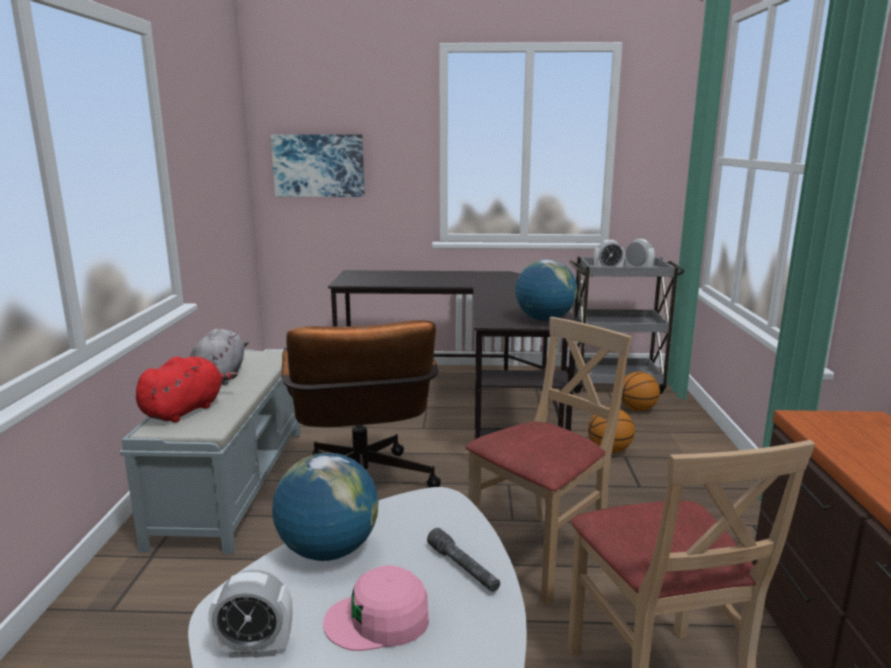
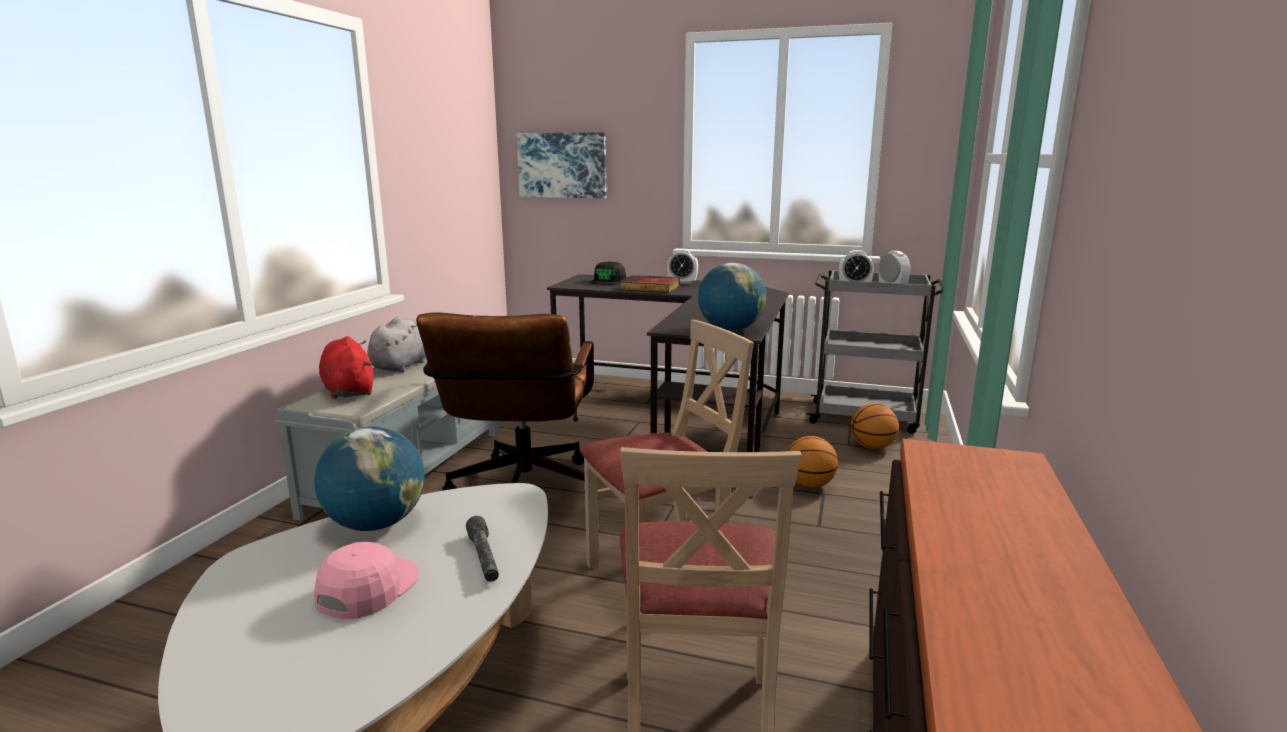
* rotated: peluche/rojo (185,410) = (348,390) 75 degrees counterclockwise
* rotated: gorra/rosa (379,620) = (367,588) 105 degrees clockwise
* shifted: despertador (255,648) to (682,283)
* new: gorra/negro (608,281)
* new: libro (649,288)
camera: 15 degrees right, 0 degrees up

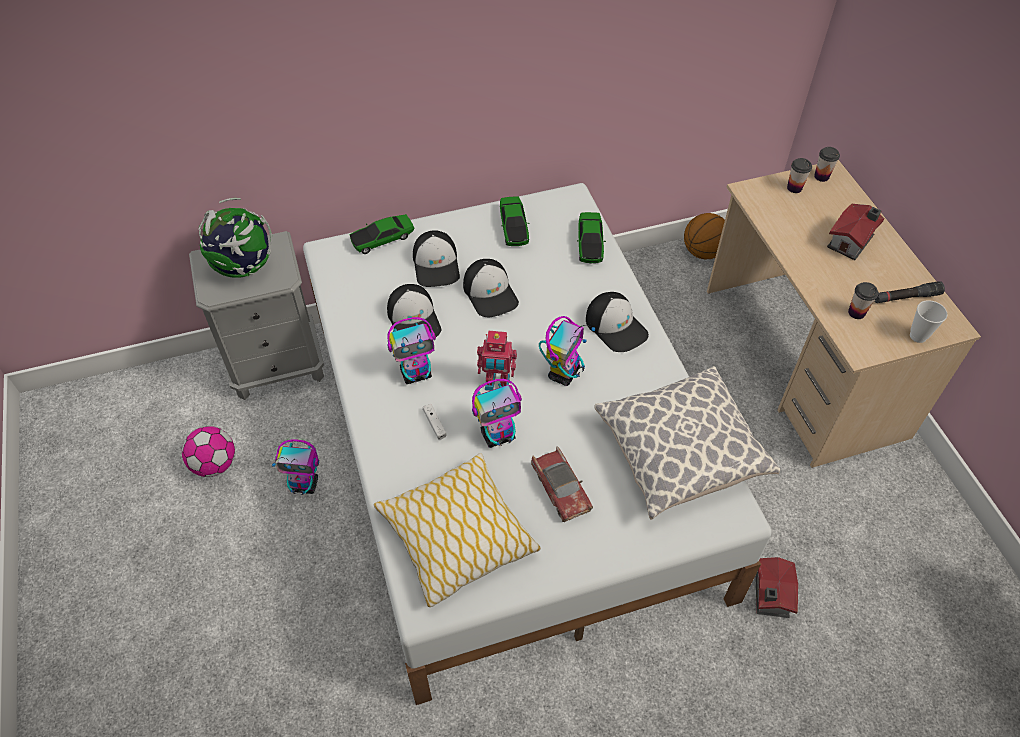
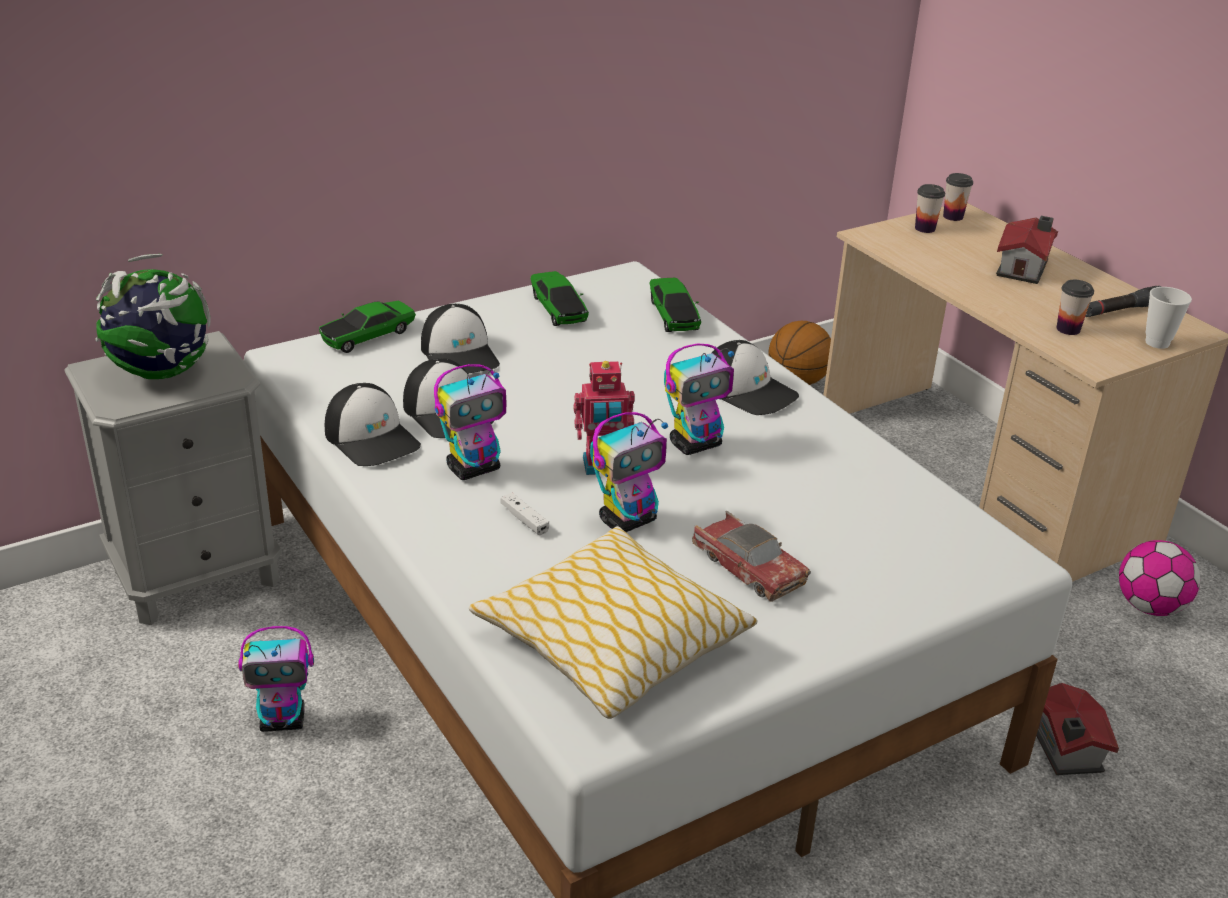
* shifted: gorra (490,293) to (372,438)
* rotated: robot de juguete (564,373) = (696,444) 45 degrees clockwise
* gone: cojín (680,454)
* shifted: balón de fútbol (215,464) to (1149,607)
camera: 15 degrees left, 20 degrees down

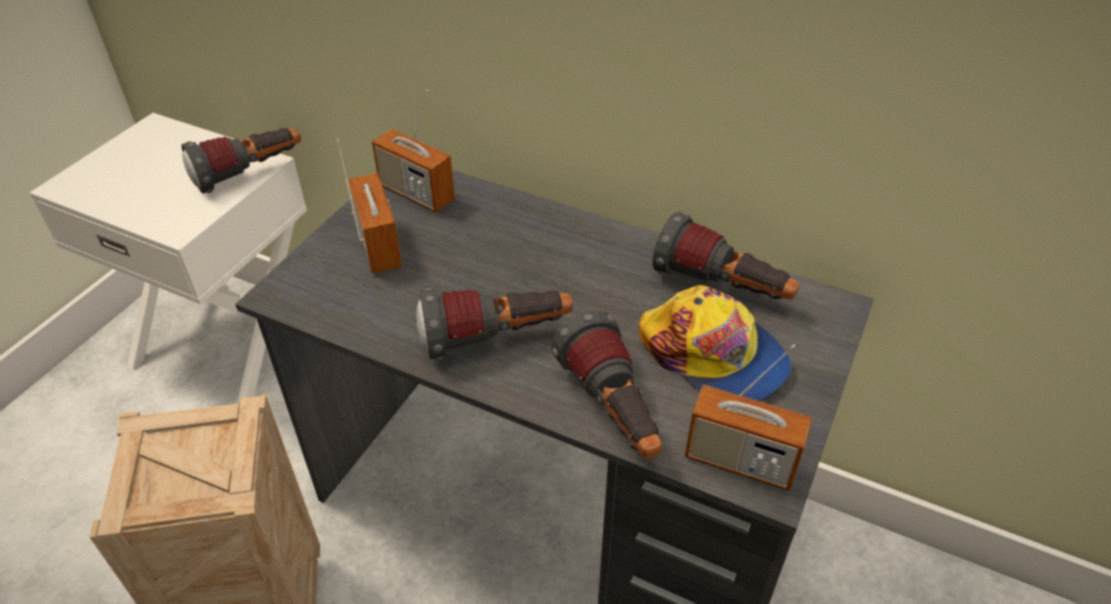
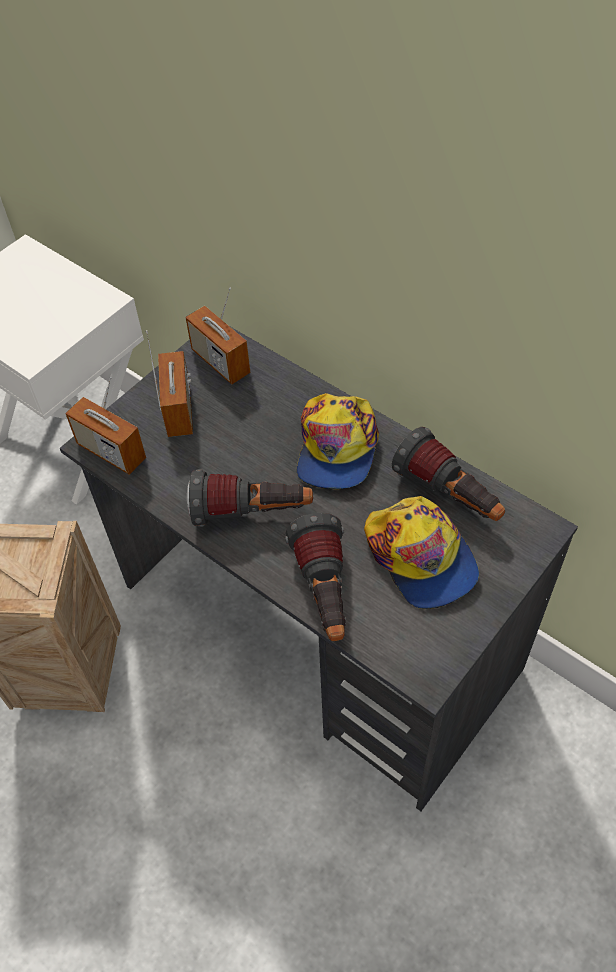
* gone: linterna (250,174)
* shifted: radio (740,461) to (111,452)
* new: gorra (336,448)
camera: 15 degrees right, 10 degrees up

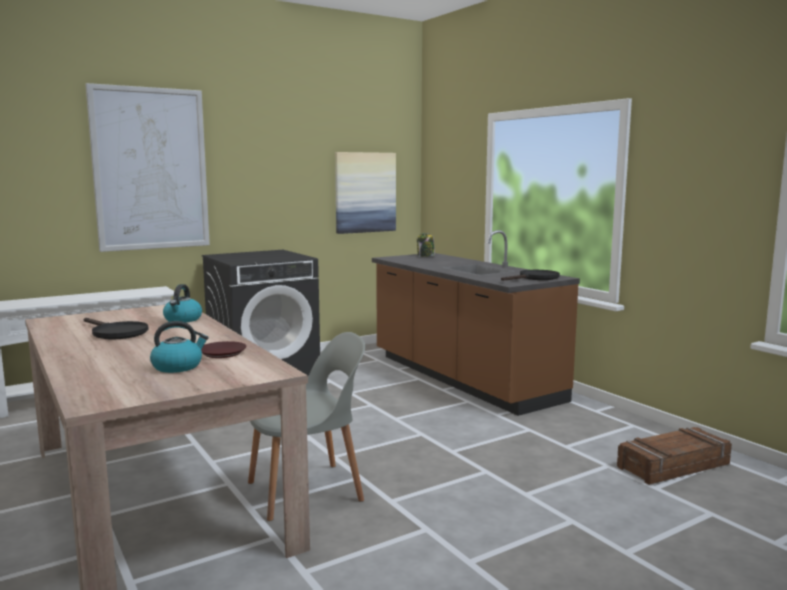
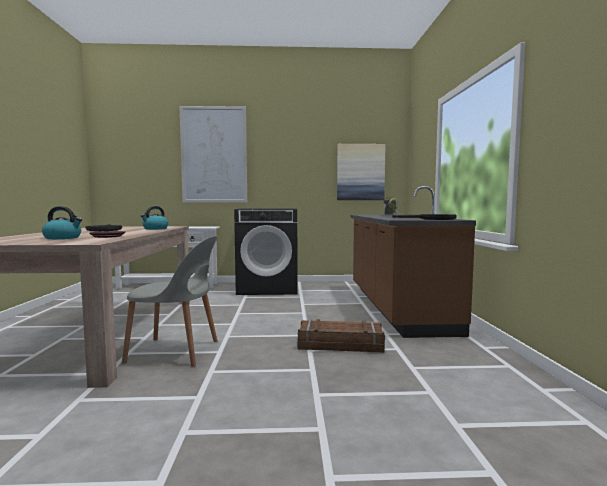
* shifted: caja de embalaje (672,465) to (340,345)
camera: 30 degrees right, 5 degrees down

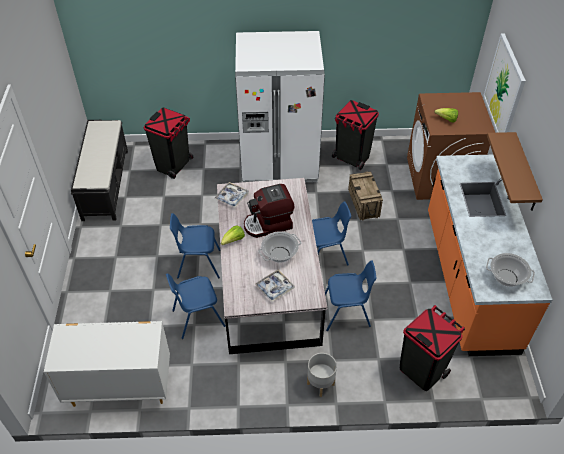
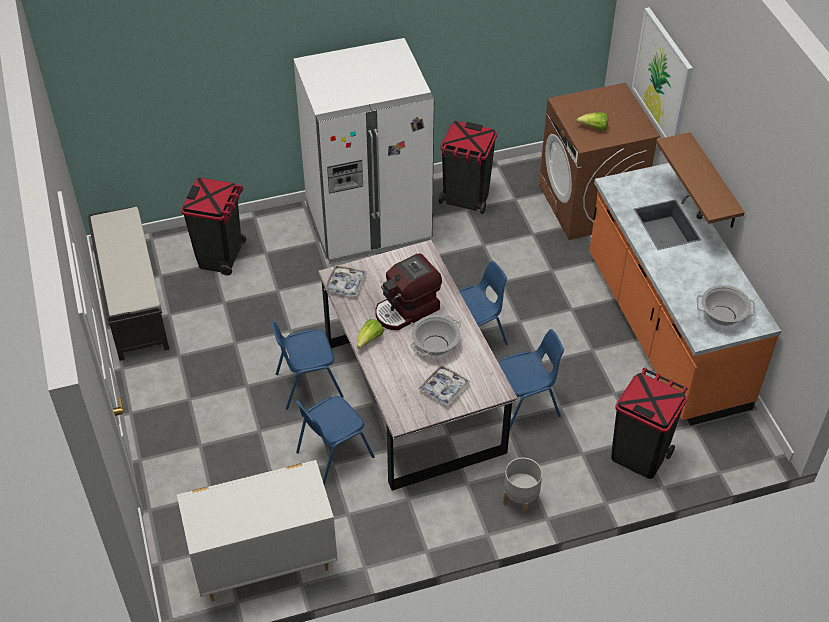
* gone: caja de embalaje (364,203)
camera: 15 degrees left, 0 degrees up

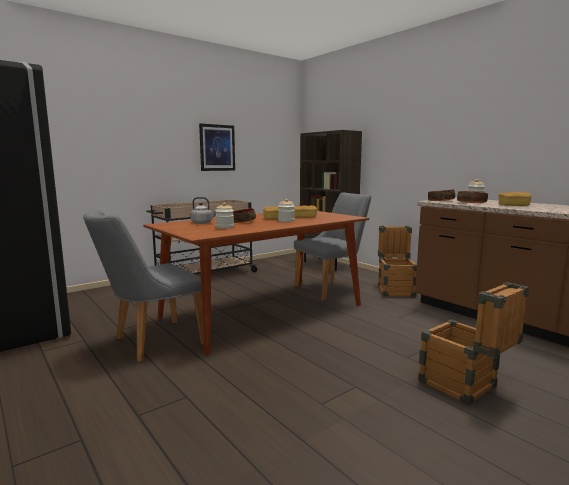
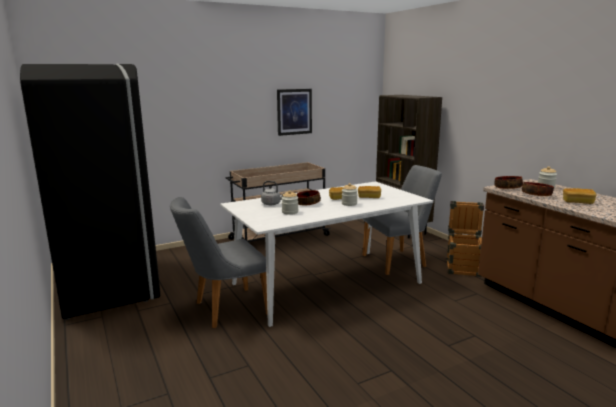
* repainted: mesa de comedor/marrón (263,311) to mesa de comedor/blanco (327,283)
* gone: caja de embalaje (465,388)
camera: 10 degrees right, 5 degrees up

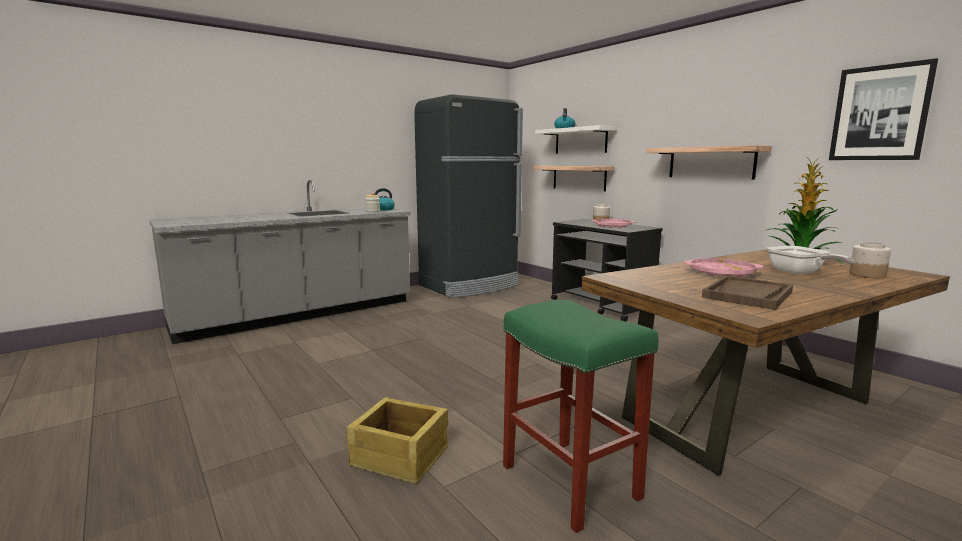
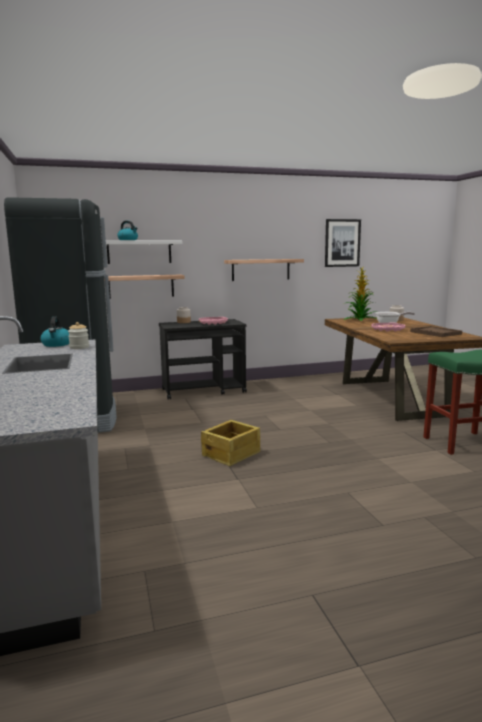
* shifted: caja de embalaje (400,457) to (231,454)
camera: 70 degrees left, 0 degrees up

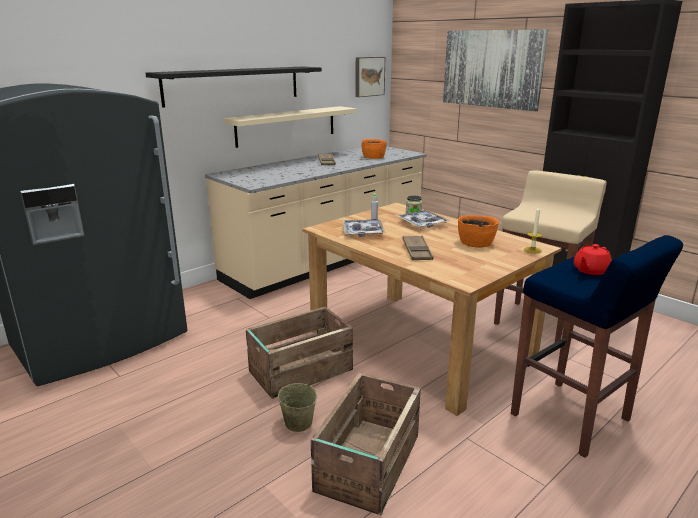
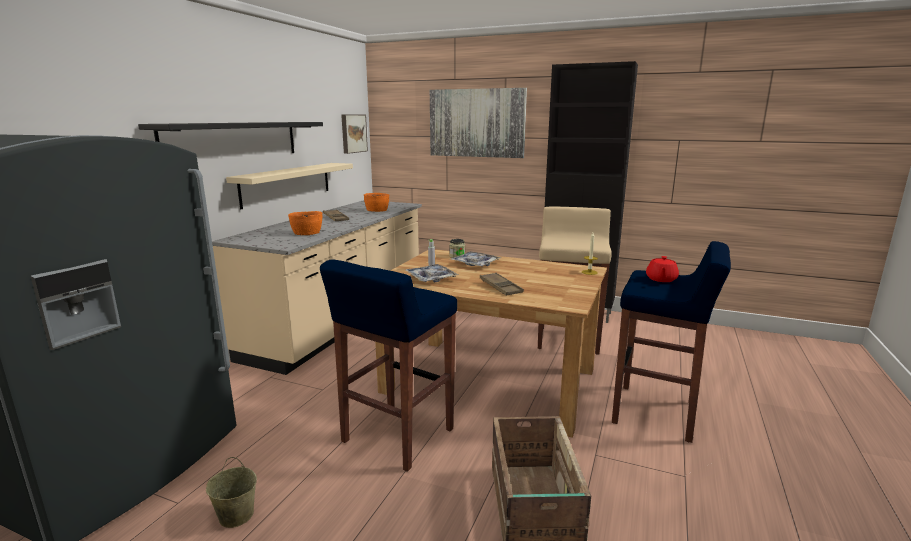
* shifted: cuenco/naranja (475,243) to (306,233)
* swapped: caja de embalaje (299,371) to taburete/azul (396,436)
* shifted: cubo/beis (298,422) to (236,515)
camera: 25 degrees left, 5 degrees down

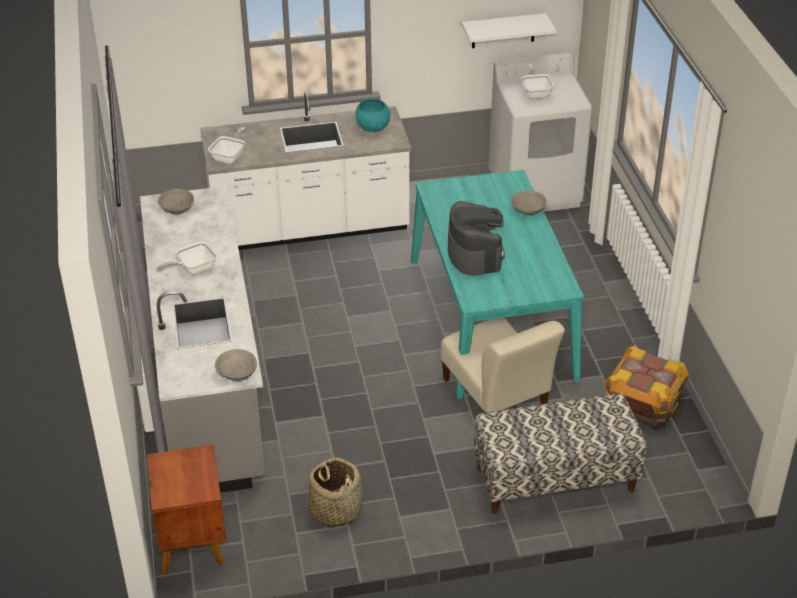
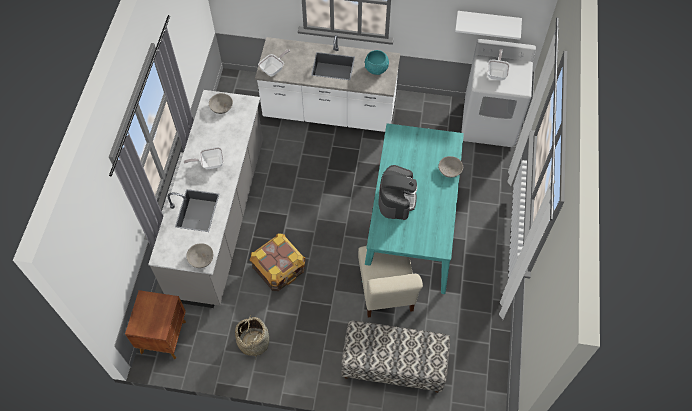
* shifted: caja de embalaje (643,402) to (278,268)
camera: 20 degrees right, 20 degrees up

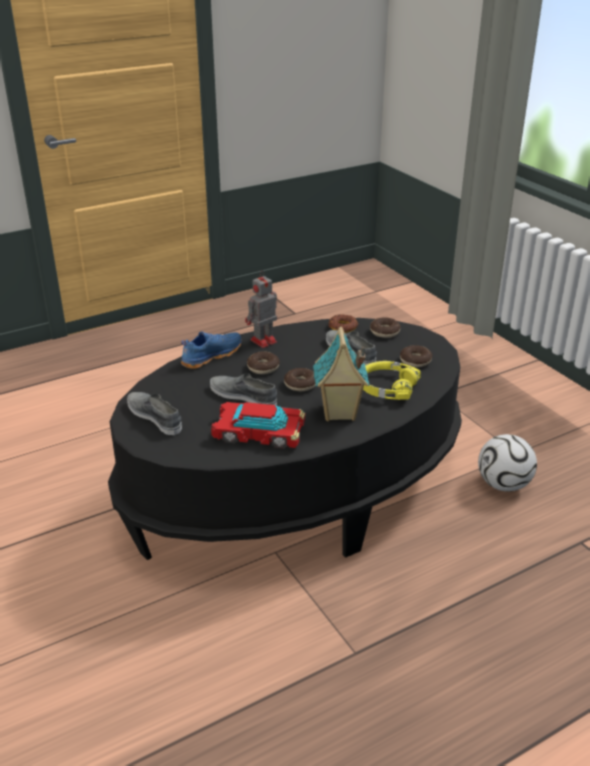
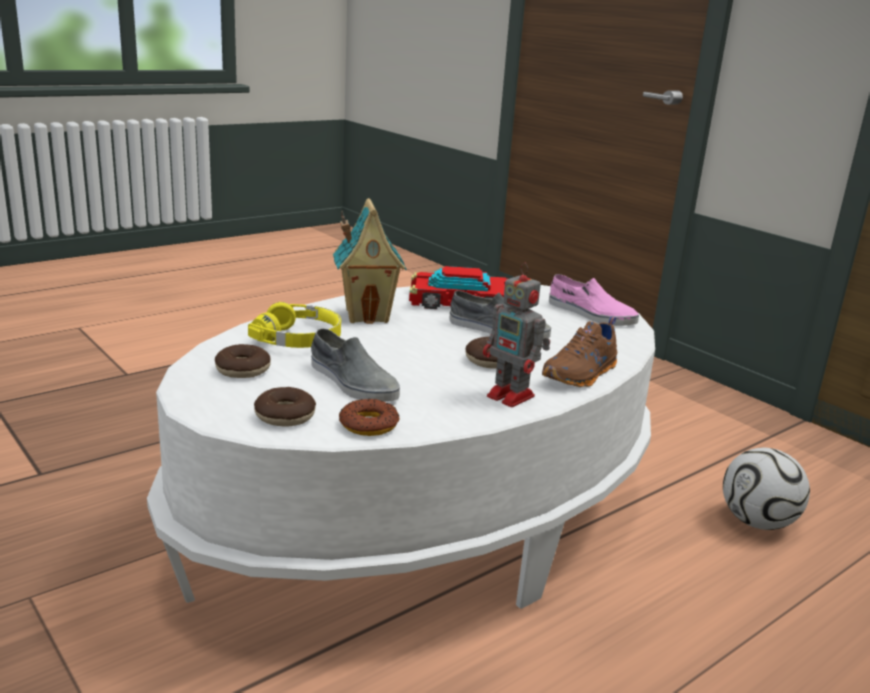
* rotated: robot de juguete (262,341) = (512,397) 90 degrees clockwise
* repainted: mesa de centro/negro (294,491) to mesa de centro/blanco (423,520)
* repainted: zapato/azul (211,356) to zapato/marrón (581,375)
* gone: rosquilla (300,384)
* repainted: zapato/gris (155,416) to zapato/rosa (590,314)
* shifted: balón de fútbol (503,484) to (756,522)
camera: 170 degrees right, 10 degrees down

